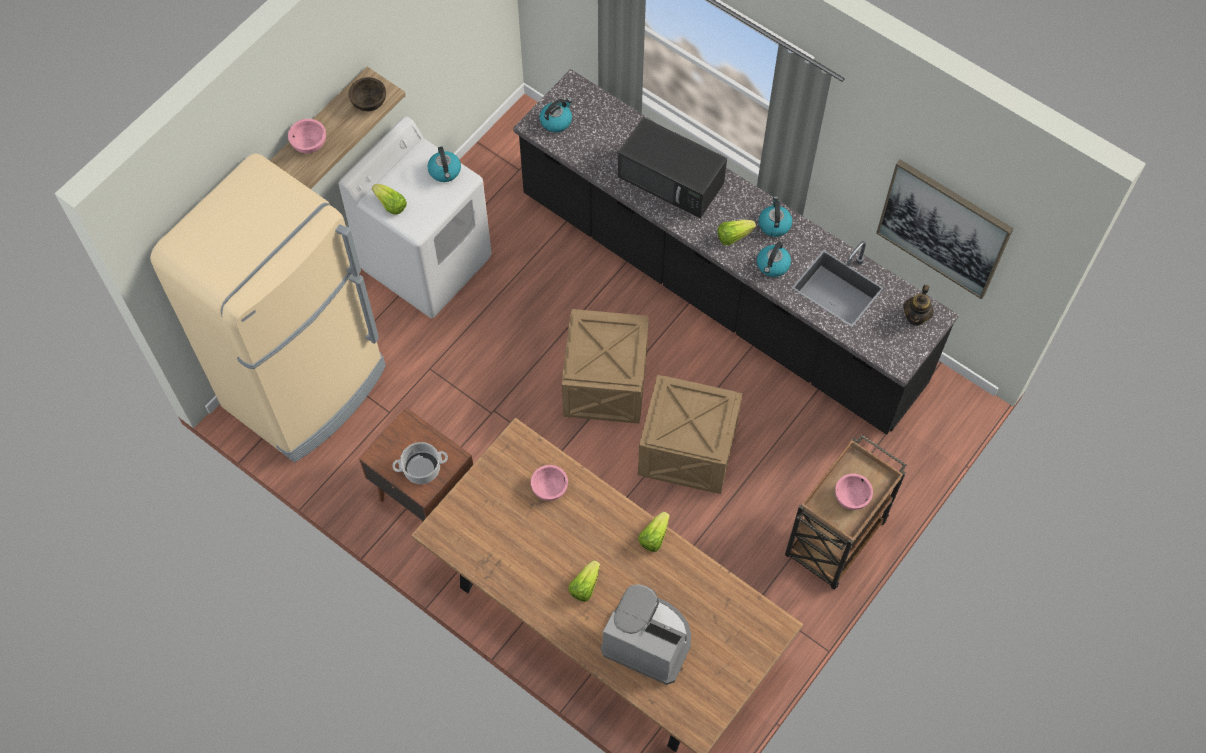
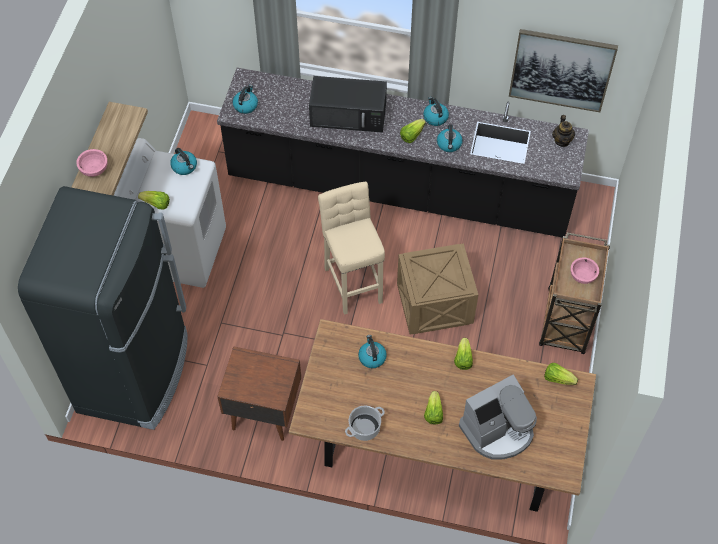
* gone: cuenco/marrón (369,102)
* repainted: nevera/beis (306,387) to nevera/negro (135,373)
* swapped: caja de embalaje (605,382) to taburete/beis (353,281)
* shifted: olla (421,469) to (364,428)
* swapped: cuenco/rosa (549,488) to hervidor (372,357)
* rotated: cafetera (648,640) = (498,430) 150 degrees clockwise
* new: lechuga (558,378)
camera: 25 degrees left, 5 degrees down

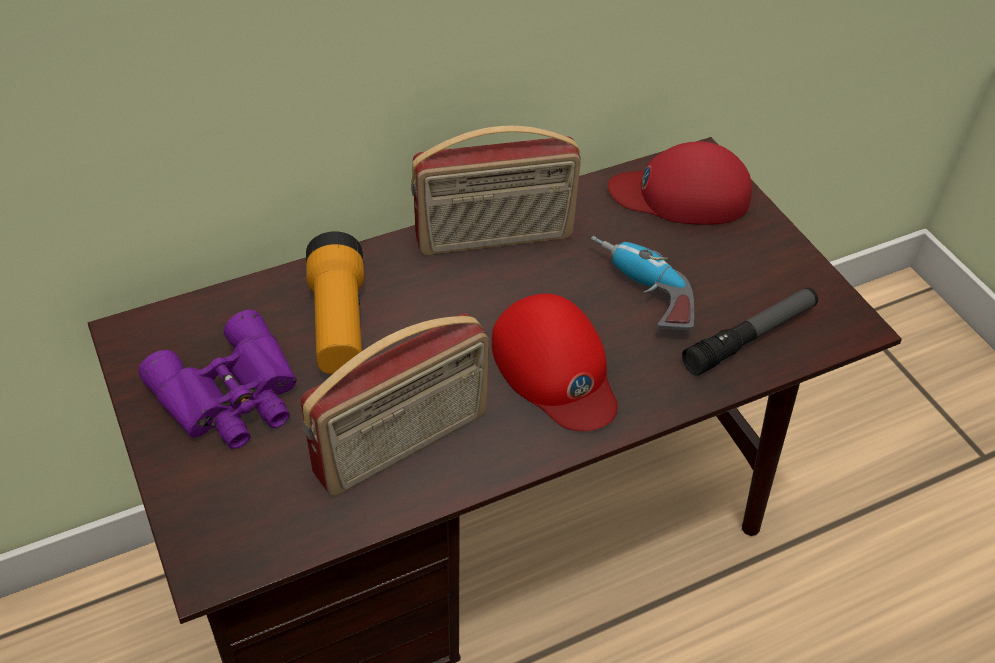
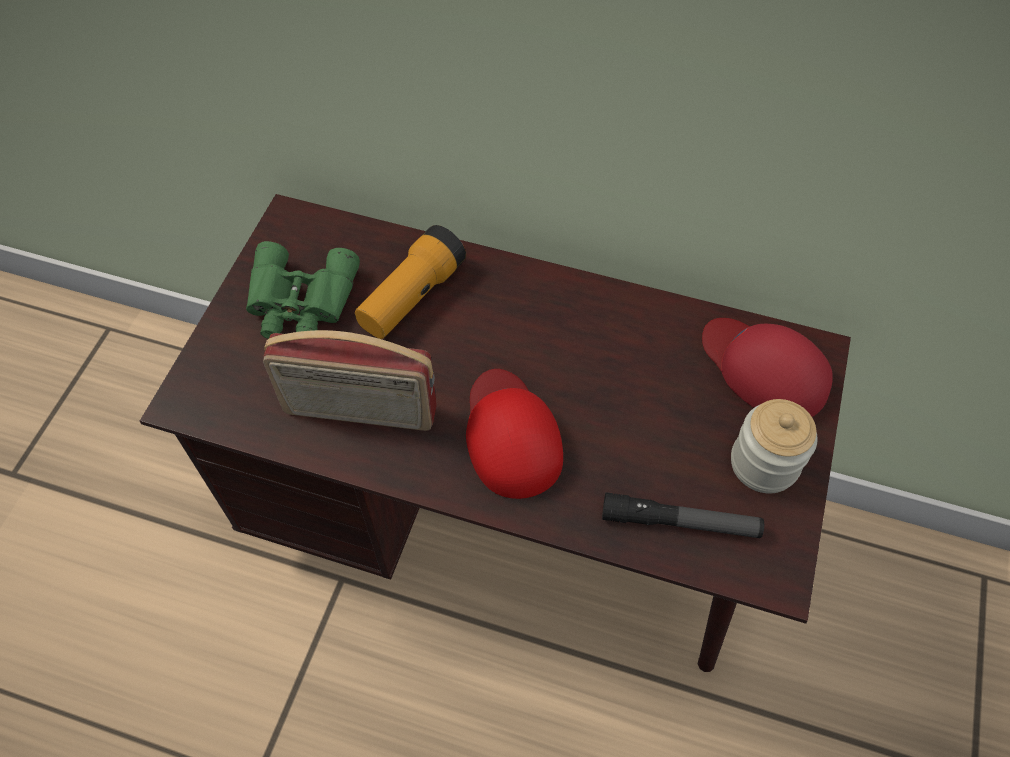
* gone: radio (494,239)
* gone: taladro (639,293)
* rotated: gorra/rojo (555,369) = (511,435) 150 degrees clockwise
* repainted: prismáticos/morado (232,397) to prismáticos/verde (300,303)
* new: tarro (764,463)
camera: 45 degrees right, 10 degrees up

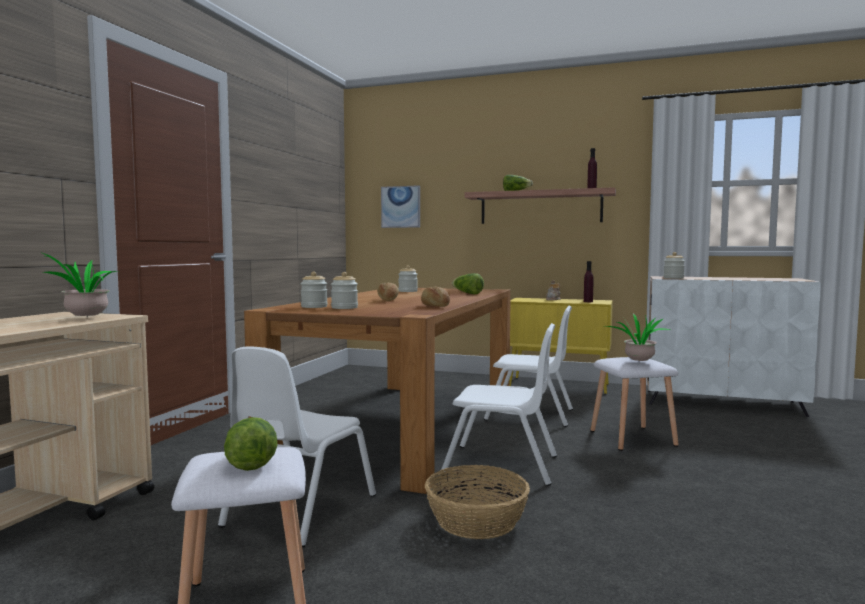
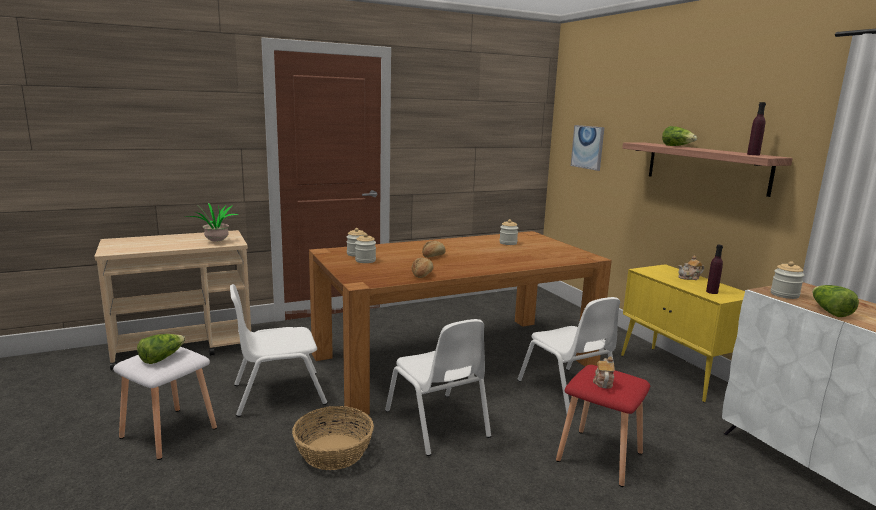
* shifted: lechuga (467,293) to (829,311)
* swapped: planta en maceta (638,361) to tetera (603,382)
* repainted: taburete/blanco (631,438) to taburete/rojo (598,456)
camera: 45 degrees right, 10 degrees up

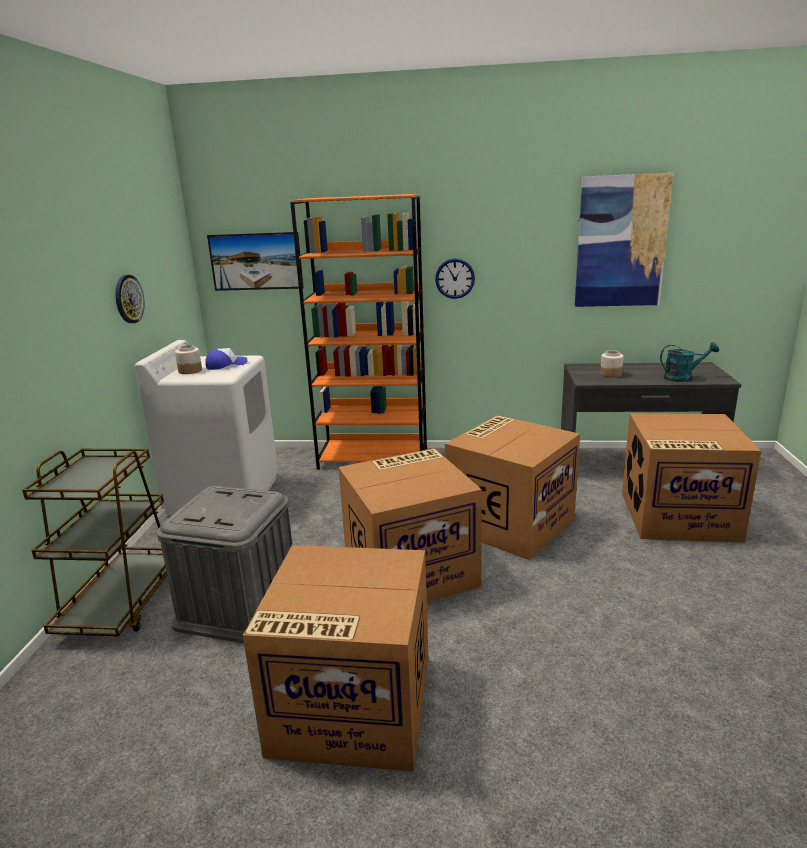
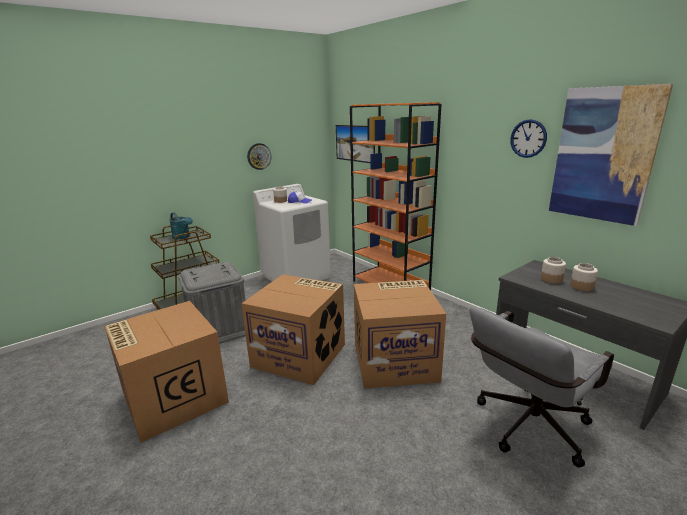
* shifted: reloj de pared (455,278) to (528,138)
* shifted: regadera/turquesa (682,377) to (183,237)
* swapped: caja de cartón (677,516) to silla de oficina/gris (526,429)
* new: tarro (581,286)
camera: 45 degrees right, 0 degrees up

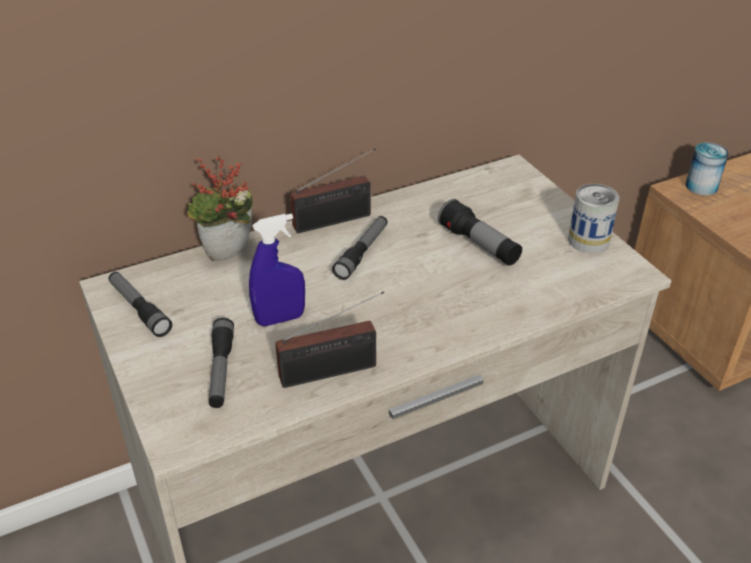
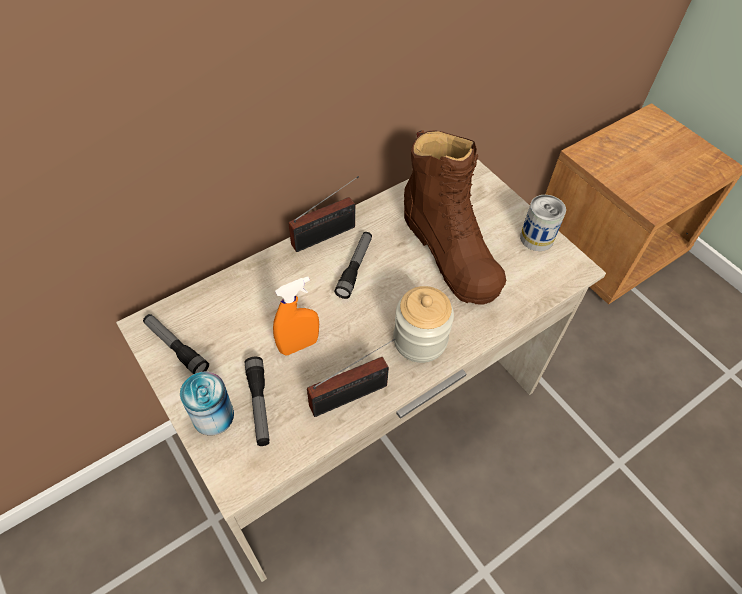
* shifted: lata (701,186) to (213,416)
* gone: planta en maceta (228,257)
* swapped: linterna (479,245) to bota/marrón (449,251)
* repainted: pulverizador/azul (280,319) to pulverizador/naranja (299,345)
* new: tarro (420,340)
camera: 10 degrees left, 15 degrees up

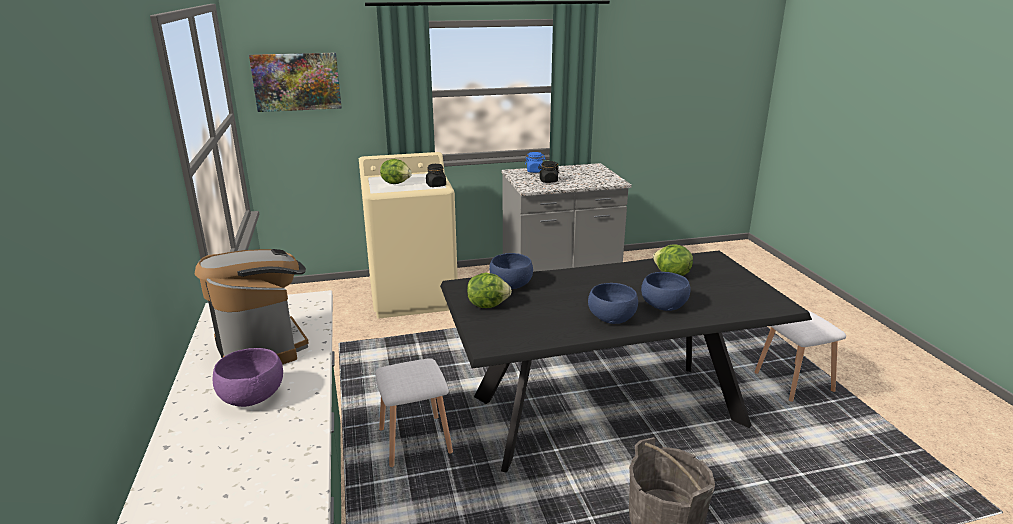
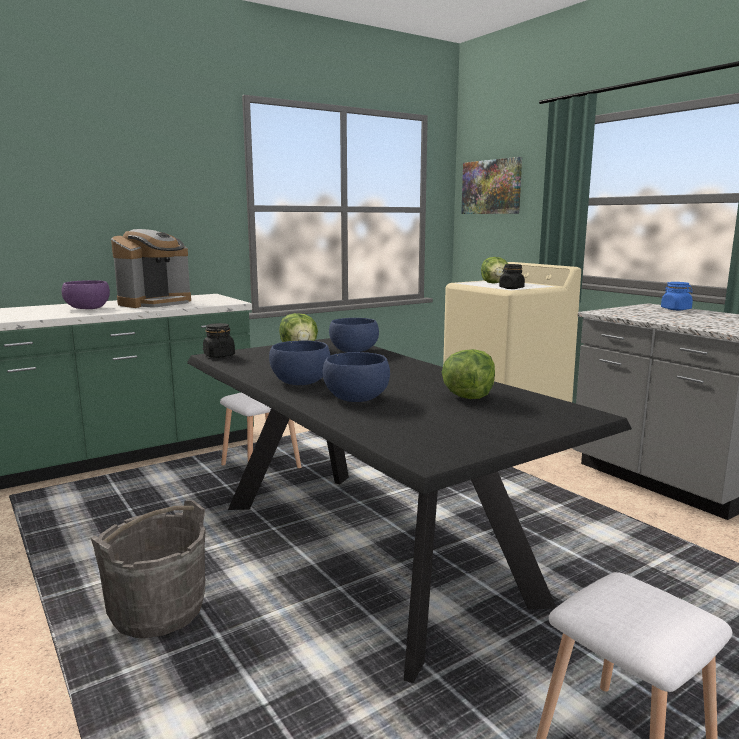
* shifted: tarro/negro (548,181) to (219,355)
camera: 70 degrees right, 10 degrees down

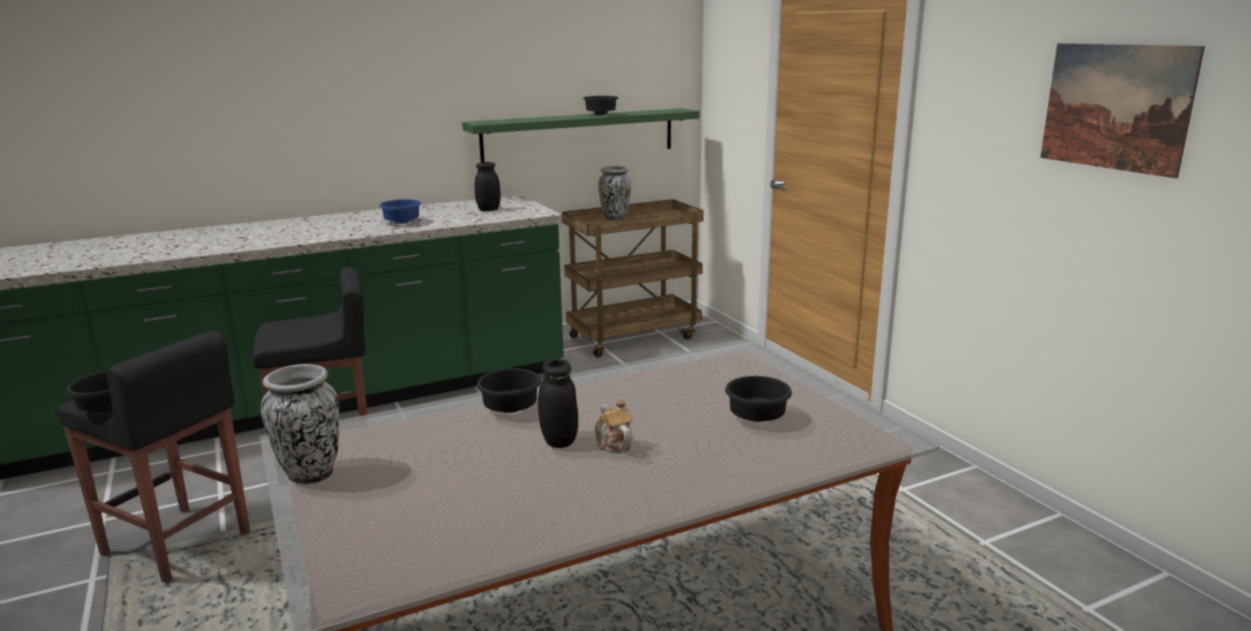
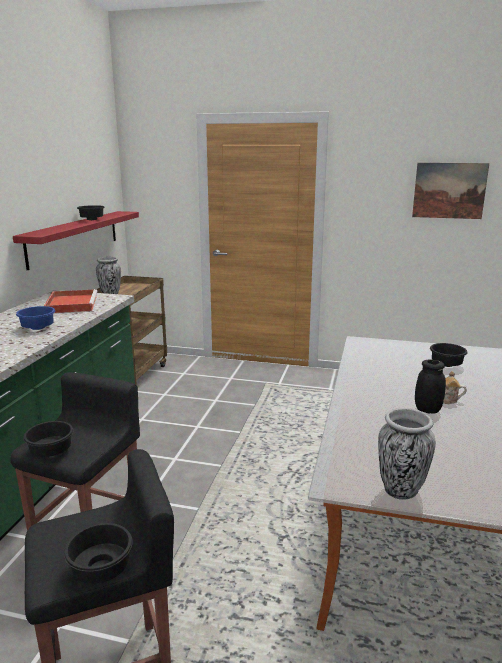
* repainted: estante/verde (579,135) to estante/rojo (75,237)
* swapped: tarro/negro (488,209) to bandeja/rojo (71,304)
* shifted: cuenco/negro (509,409) to (51,453)
camera: 50 degrees left, 0 degrees up

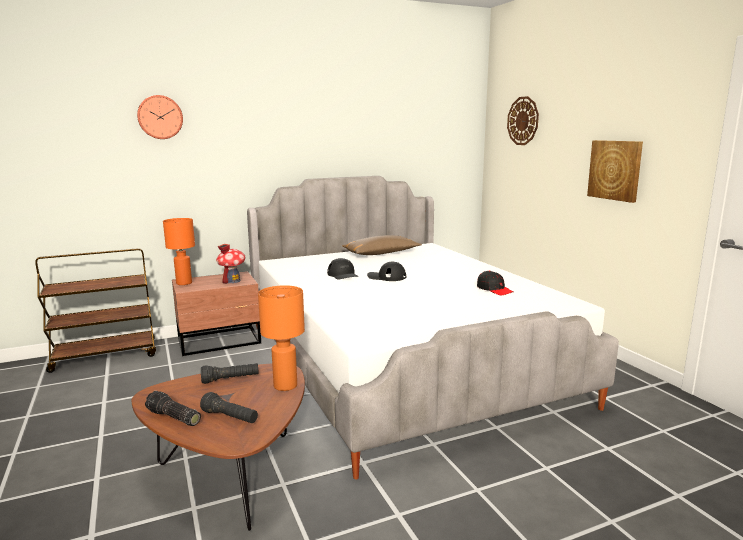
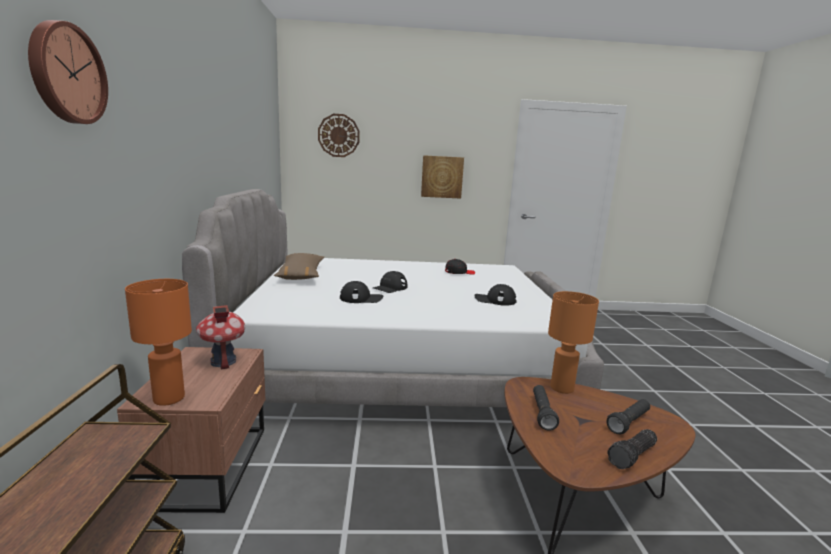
* new: gorra/negro (495,300)
camera: 70 degrees left, 0 degrees up

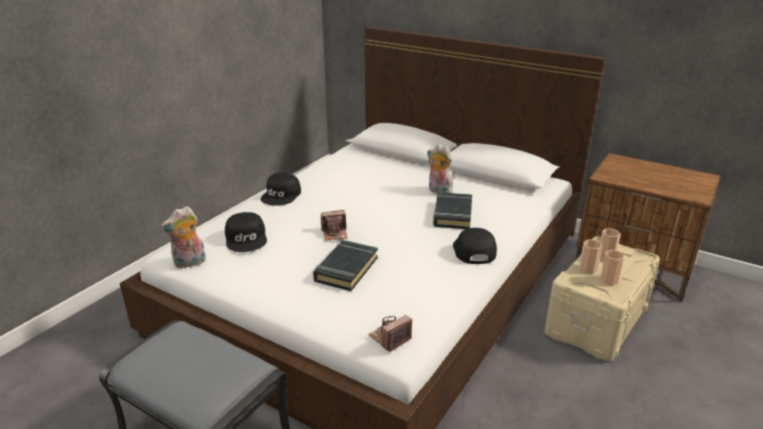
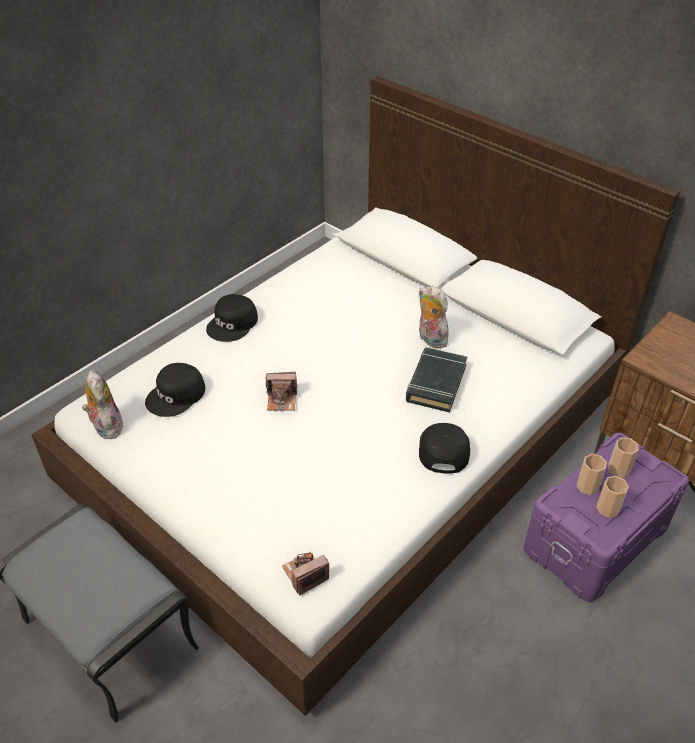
* rotated: peluche (189,263) = (106,426) 90 degrees clockwise
* rotated: gorra/negro (247,238) = (176,395) 45 degrees clockwise
* repainted: caja de almacenaje/beis (595,320) to caja de almacenaje/morado (594,537)
* gone: libro/negro (346,269)
camera: 10 degrees right, 15 degrees up

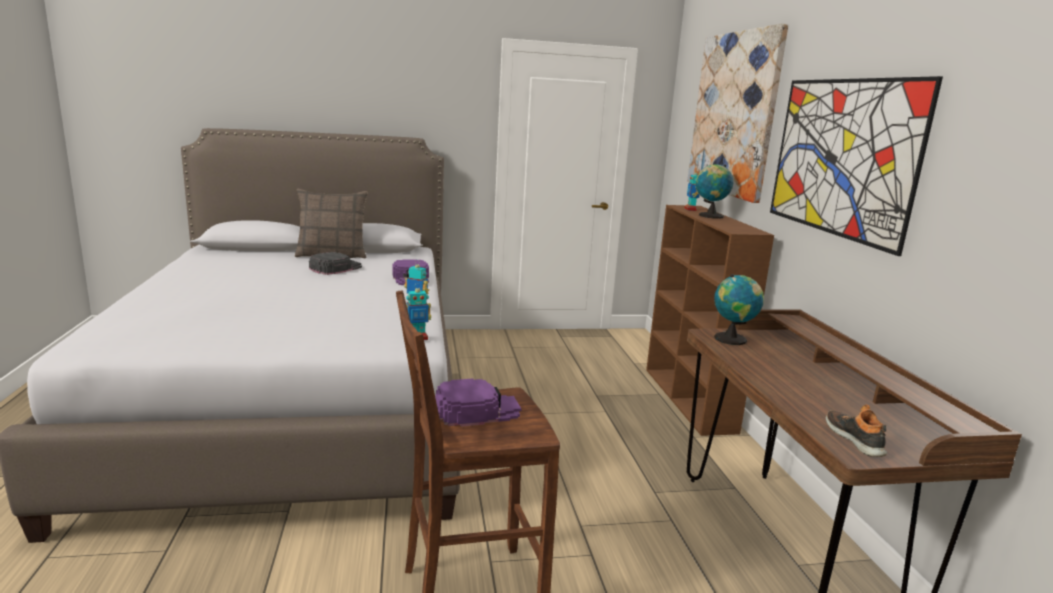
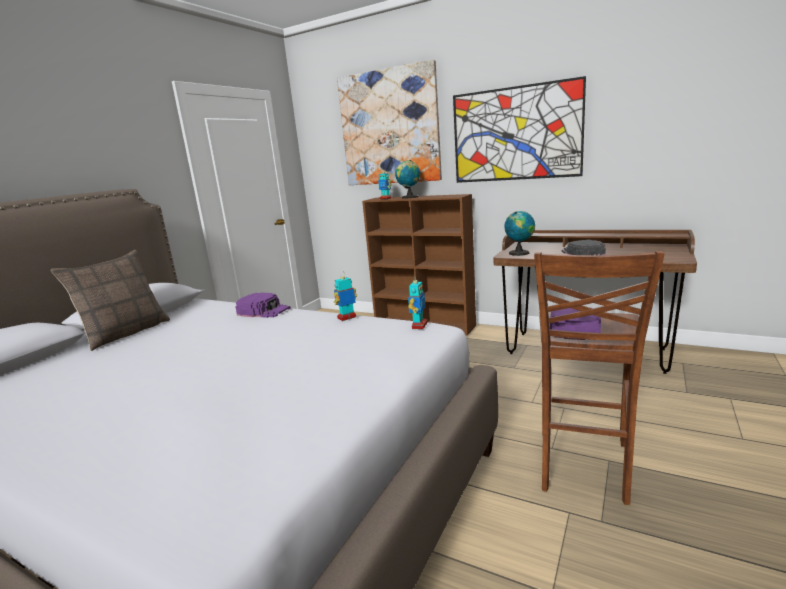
* shifted: gorra/negro (335,268) to (581,253)
* gone: zapato (855,439)
camera: 50 degrees left, 0 degrees up

